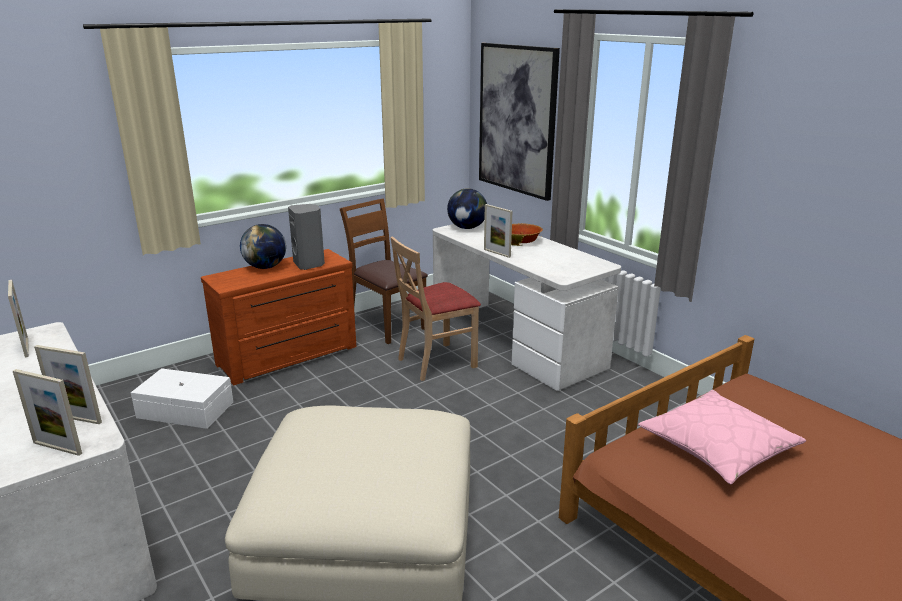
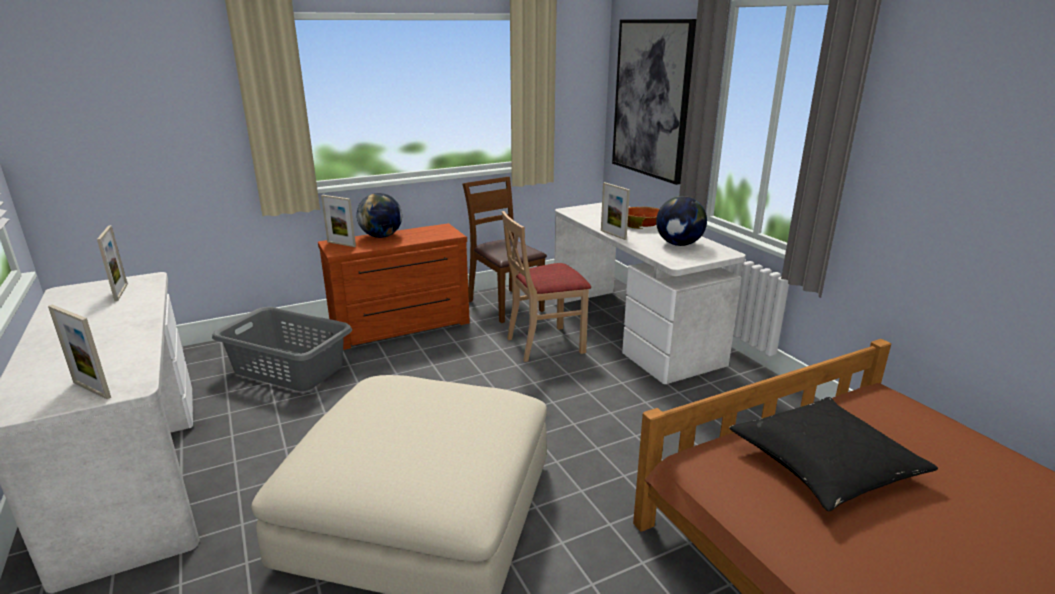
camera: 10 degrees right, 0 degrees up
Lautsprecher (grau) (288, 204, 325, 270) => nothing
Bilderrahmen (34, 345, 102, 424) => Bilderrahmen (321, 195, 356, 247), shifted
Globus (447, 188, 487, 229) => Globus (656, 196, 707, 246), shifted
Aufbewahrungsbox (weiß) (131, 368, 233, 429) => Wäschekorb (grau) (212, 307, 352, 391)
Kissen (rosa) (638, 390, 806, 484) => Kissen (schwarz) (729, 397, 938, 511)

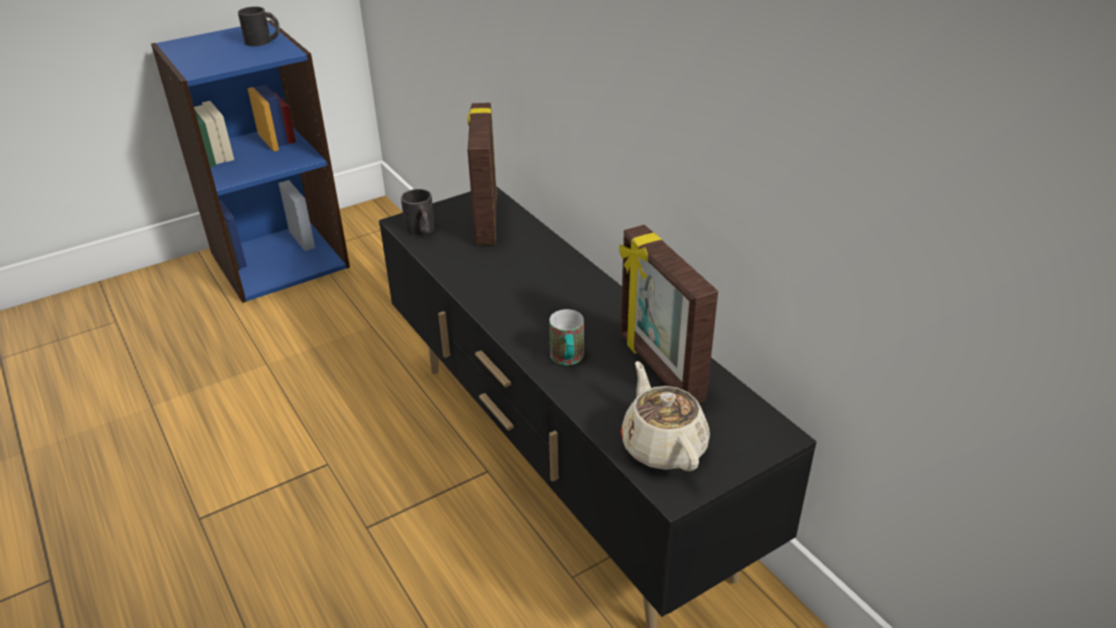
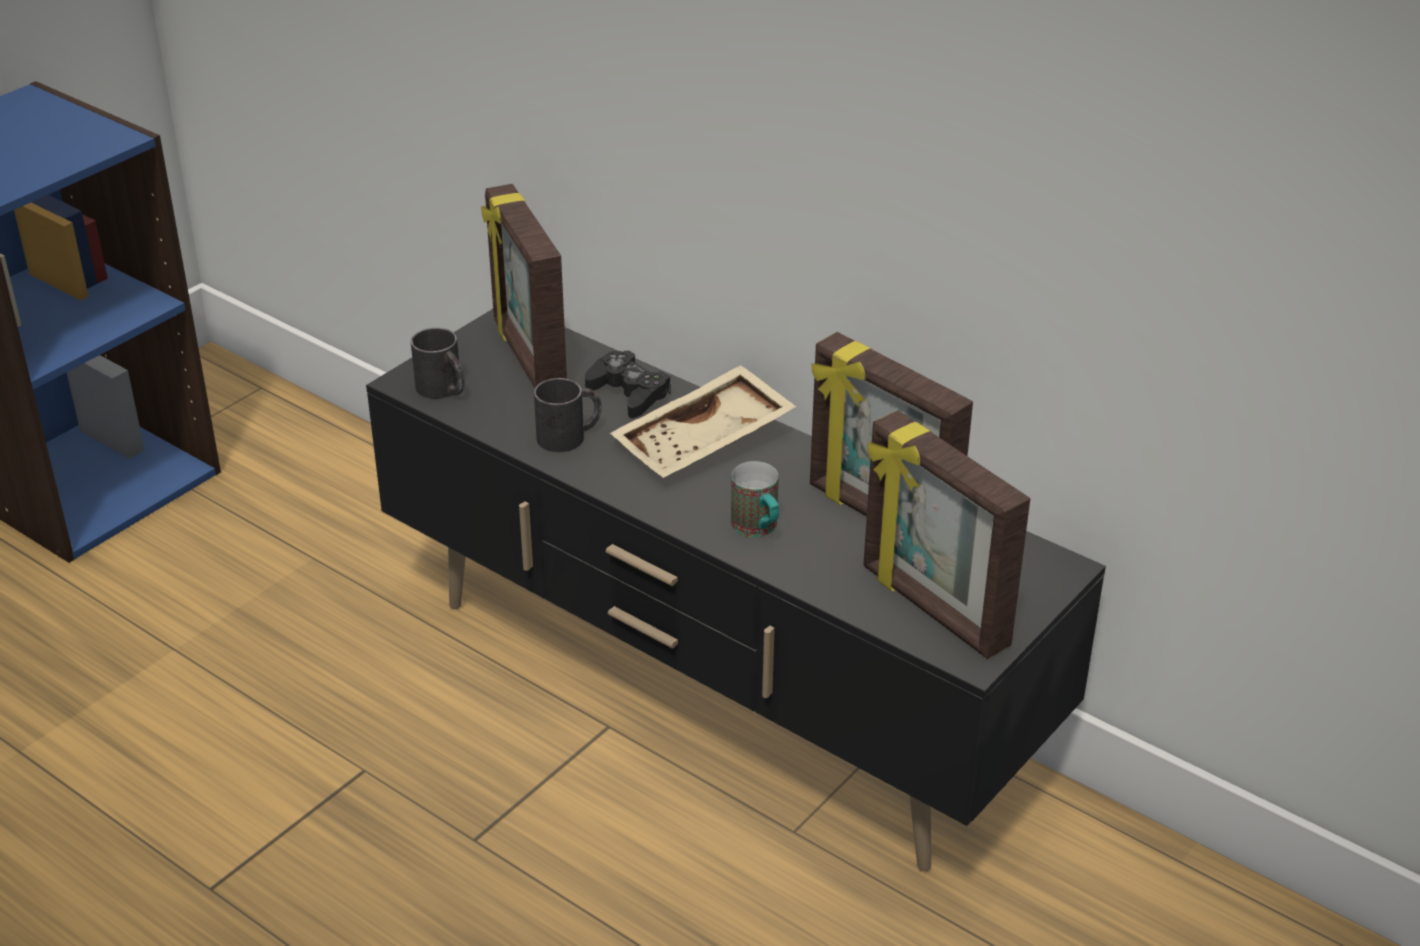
camera: 20 degrees left, 0 degrees up
nothing => Gamepad (schwarz) (585, 351, 671, 418)
nothing => Tablett (beige) (610, 365, 796, 478)
Henkelbecher (schwarz) (238, 7, 280, 46) => Henkelbecher (schwarz) (534, 378, 602, 452), shifted
Teekanne (beige) (620, 361, 710, 471) => Bilderrahmen (863, 410, 1030, 659)

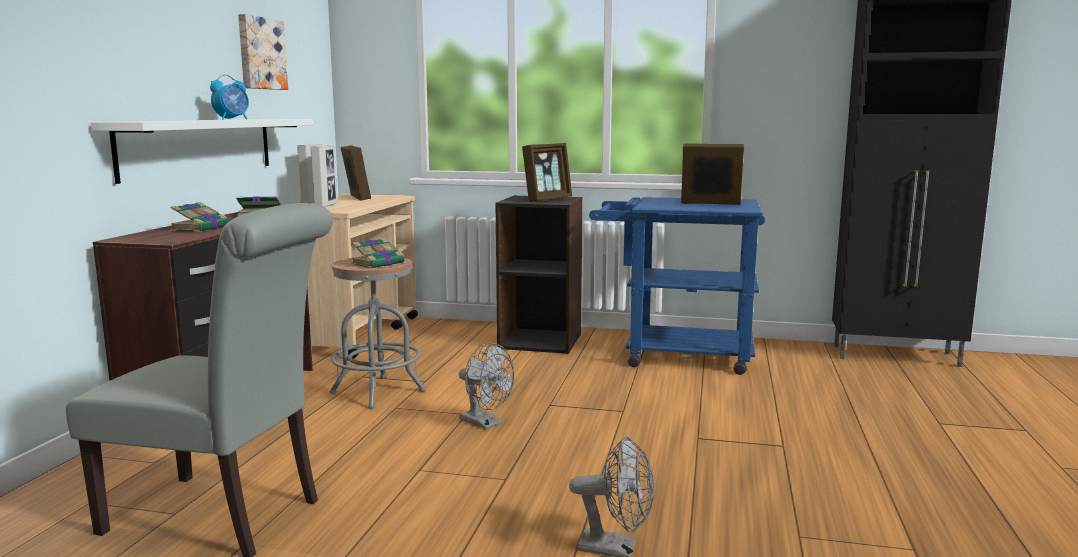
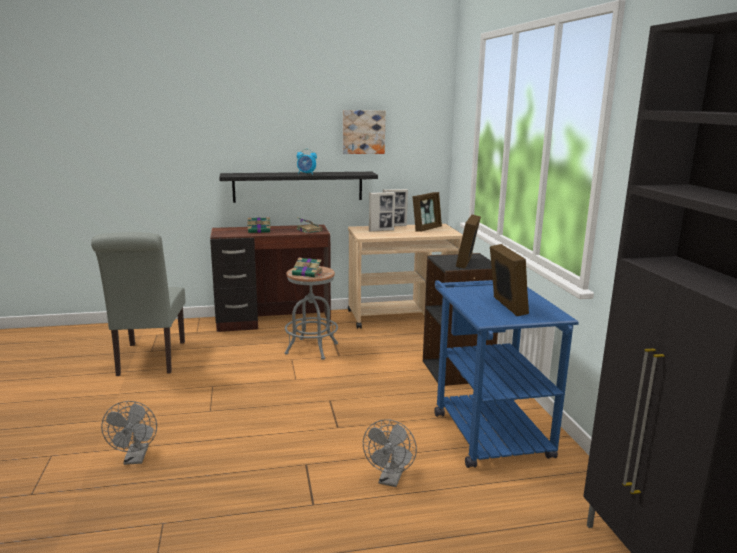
camera: 65 degrees right, 5 degrees up
Ventilator (grau) (459, 343, 514, 429) => Ventilator (grau) (363, 419, 417, 487), shifted
Wandregal (weiß) (91, 119, 313, 184) => Wandregal (schwarz) (219, 172, 378, 203)
Bilderrahmen (522, 143, 572, 202) => Bilderrahmen (456, 215, 481, 269), 90 degrees clockwise

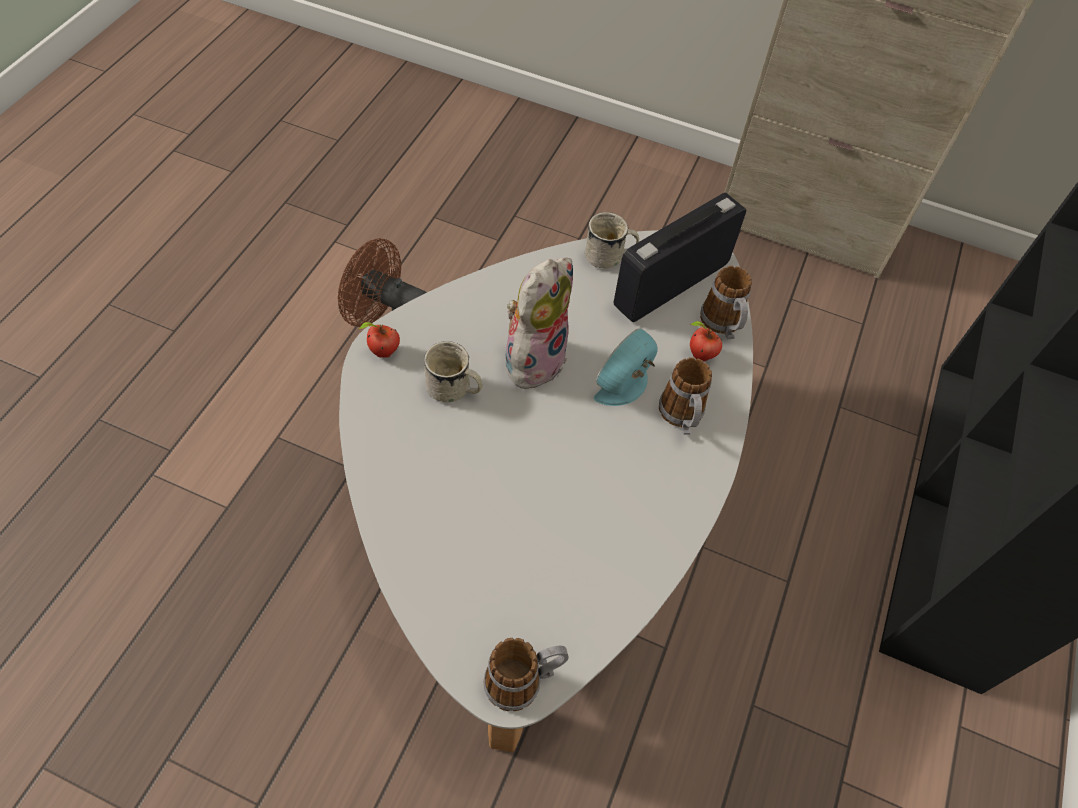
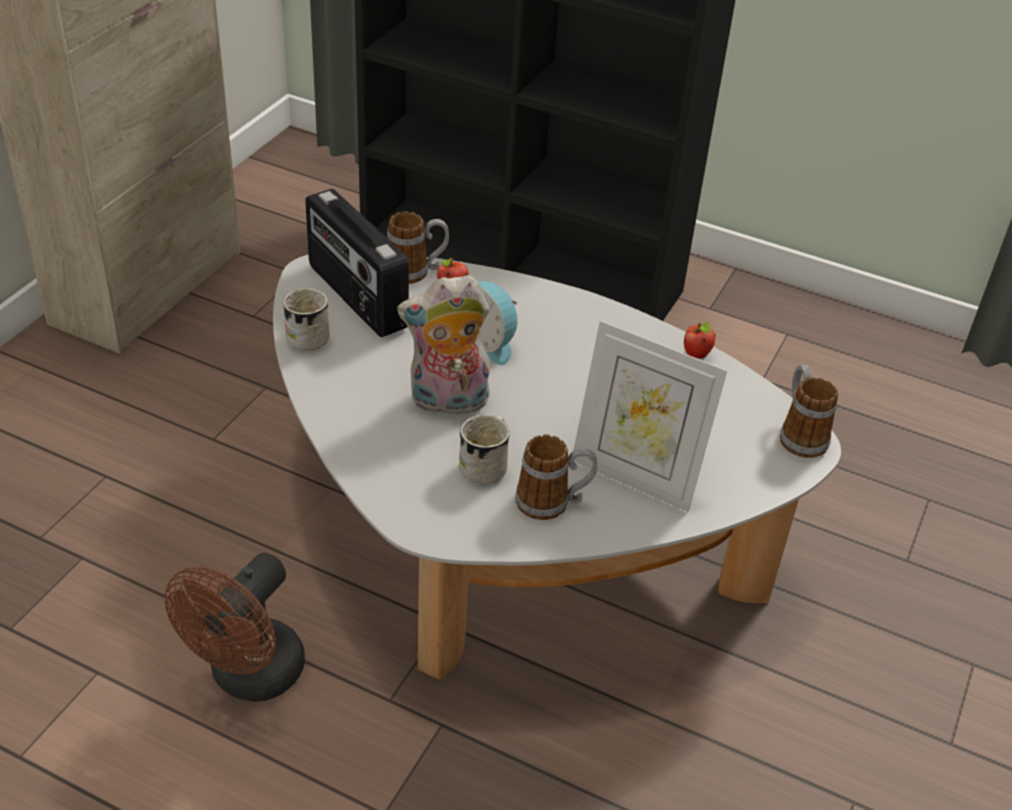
camera: 85 degrees left, 15 degrees down
nothing => Bilderrahmen (574, 320, 727, 512)
Apfel (359, 322, 400, 357) => Apfel (684, 322, 716, 358), shifted
Henkelbecher (659, 357, 712, 435) => Henkelbecher (515, 435, 597, 520), shifted
Plüschtier (499, 257, 573, 391) => Plüschtier (397, 275, 490, 419), 45 degrees counterclockwise

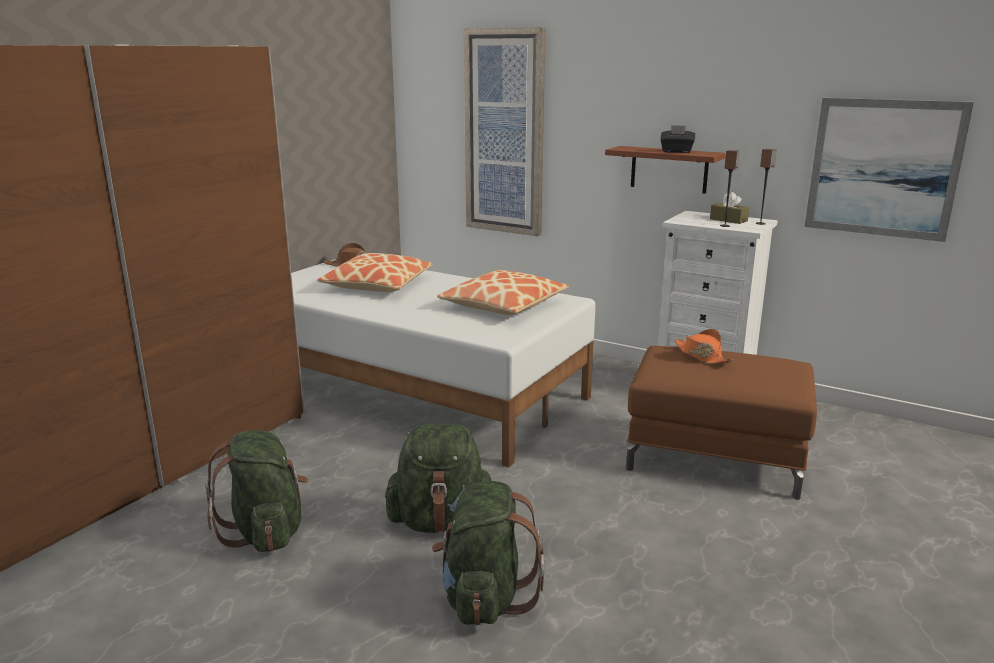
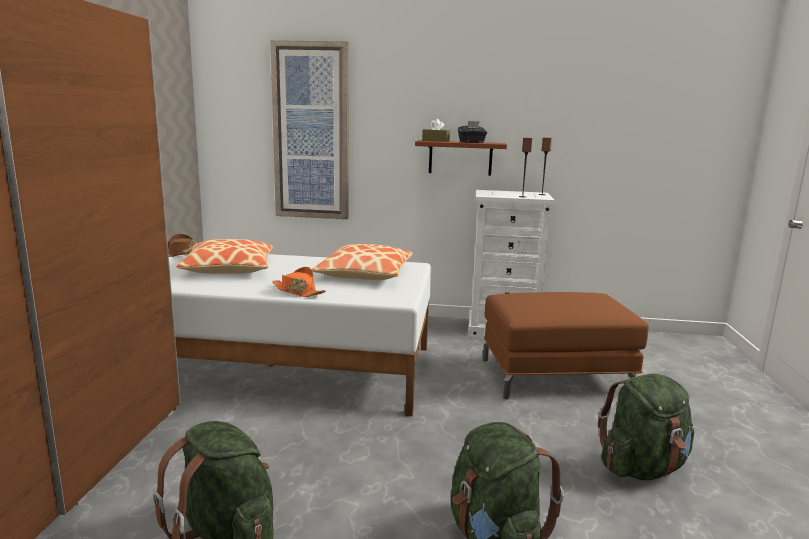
camera: 25 degrees left, 5 degrees down
Bild (805, 98, 974, 242) => nothing
Rucksack (grün) (385, 424, 492, 533) => Rucksack (grün) (598, 374, 694, 480), shifted
Hut (orange) (675, 329, 734, 364) => Hut (orange) (272, 267, 326, 297), shifted
Taschentuchbox (braun) (710, 192, 749, 224) => Taschentuchbox (braun) (422, 119, 450, 142), shifted

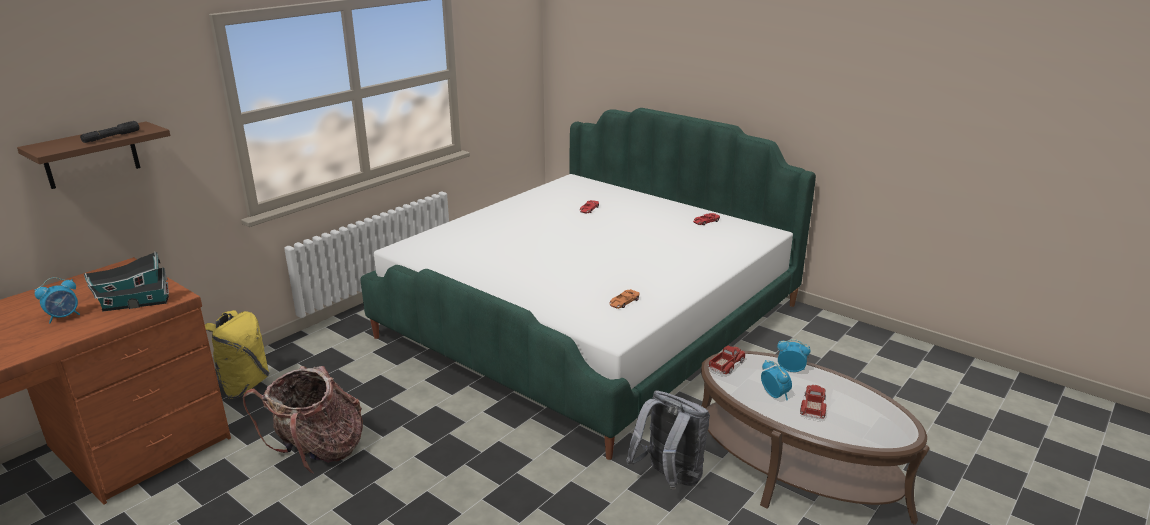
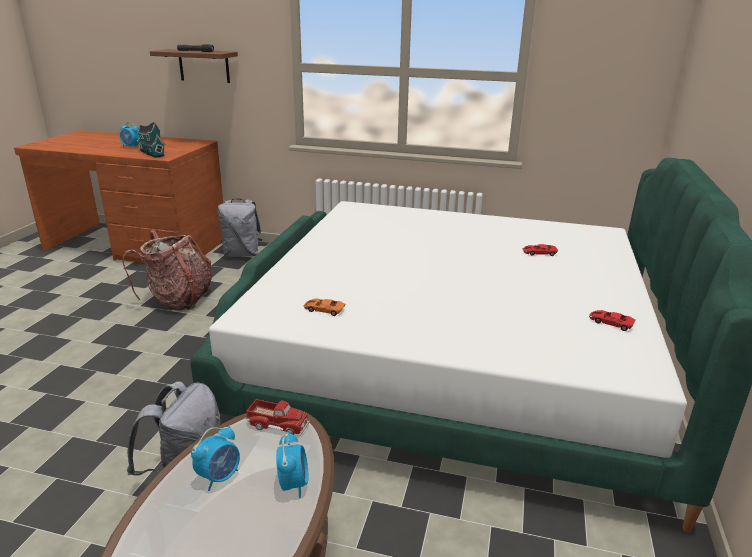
camera: 65 degrees right, 0 degrees up
Spielzeuglaster (800, 385, 826, 419) => nothing
Rucksack (gelb) (205, 310, 269, 399) => Rucksack (grau) (218, 198, 262, 257)

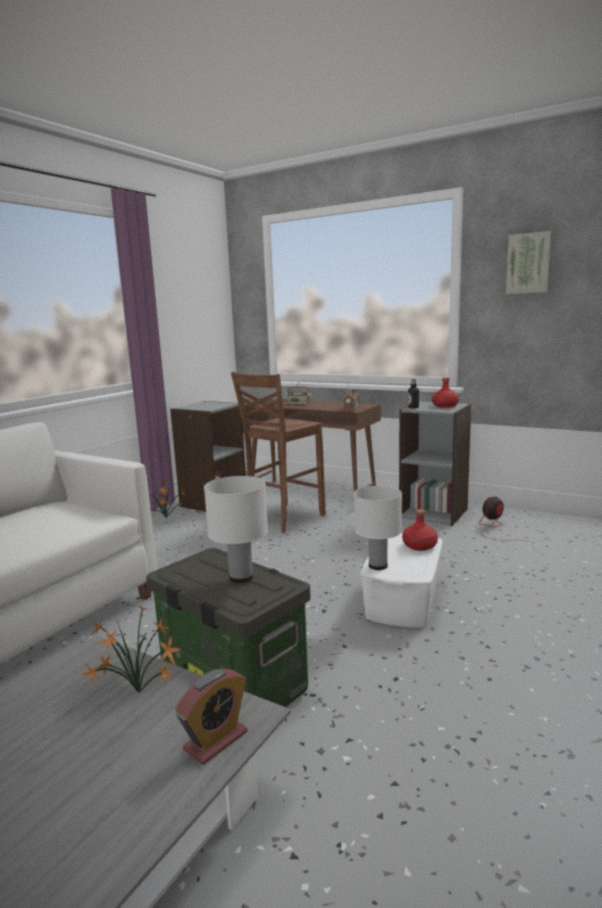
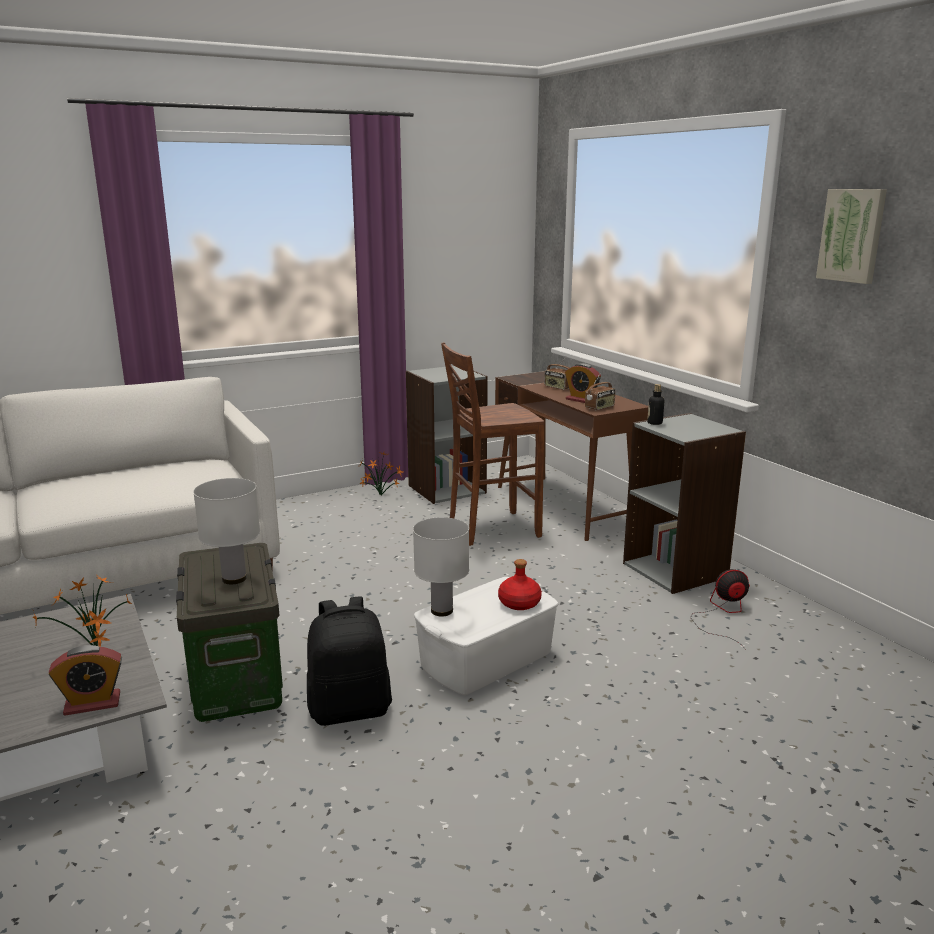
camera: 30 degrees right, 5 degrees up
Flasche (rot) (432, 378, 459, 408) => nothing
nothing => Rucksack (schwarz) (307, 596, 392, 726)
nothing => Wecker (565, 363, 601, 403)

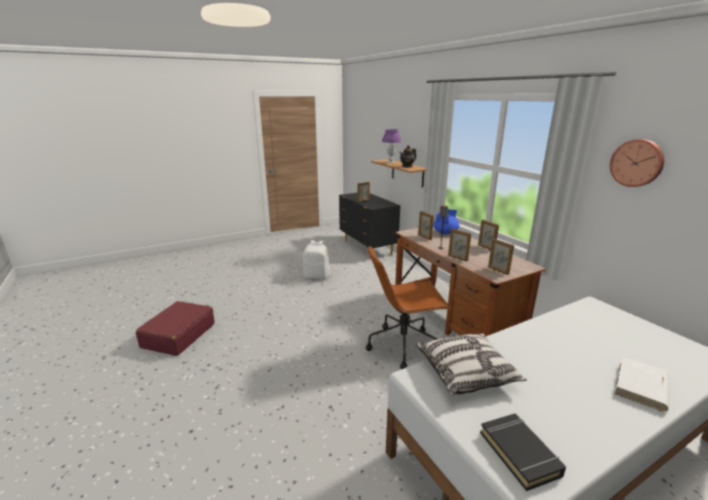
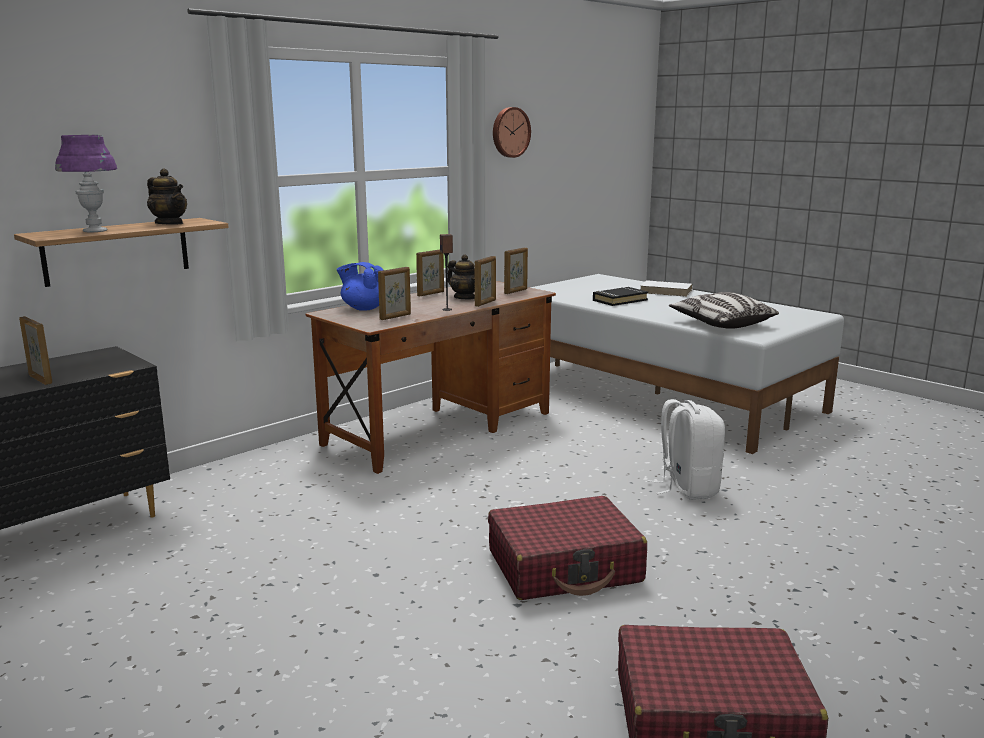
camera: 105 degrees left, 5 degrees down
Bürostuhl (braun) (366, 246, 452, 369) => nothing
nothing => Teekanne (448, 254, 475, 299)
nothing => Koffer (rot) (488, 496, 647, 600)
Rucksack (weiß) (303, 240, 330, 280) => Rucksack (weiß) (648, 399, 725, 500), shifted
Buch (schwarz) (480, 414, 566, 491) => Buch (schwarz) (593, 287, 648, 306), shifted

